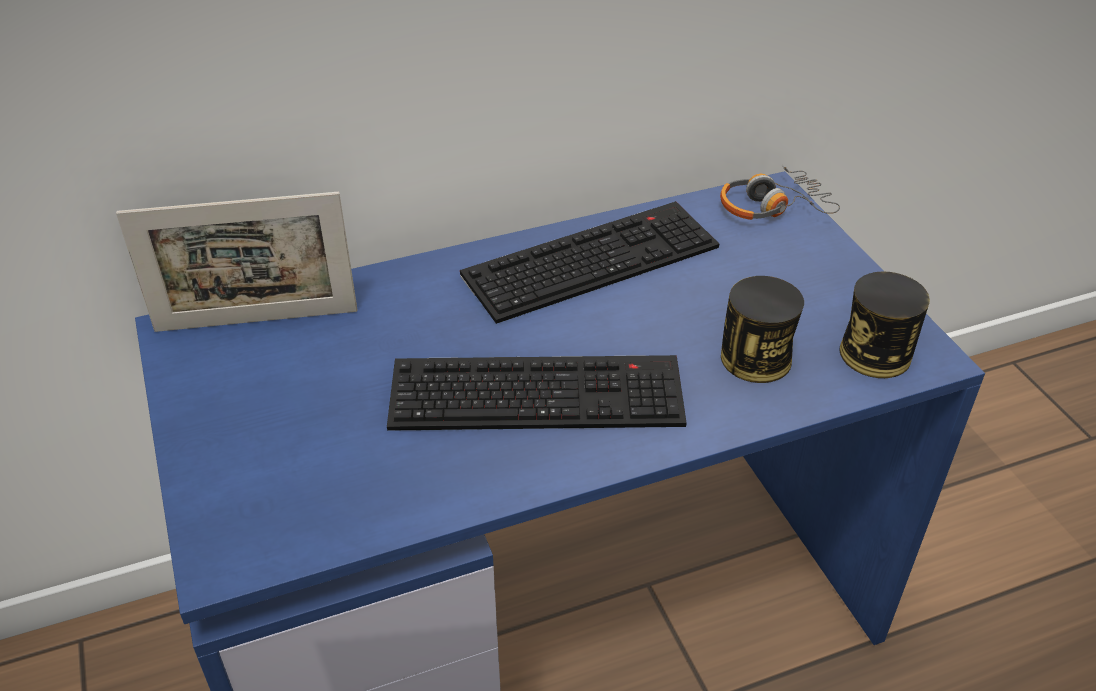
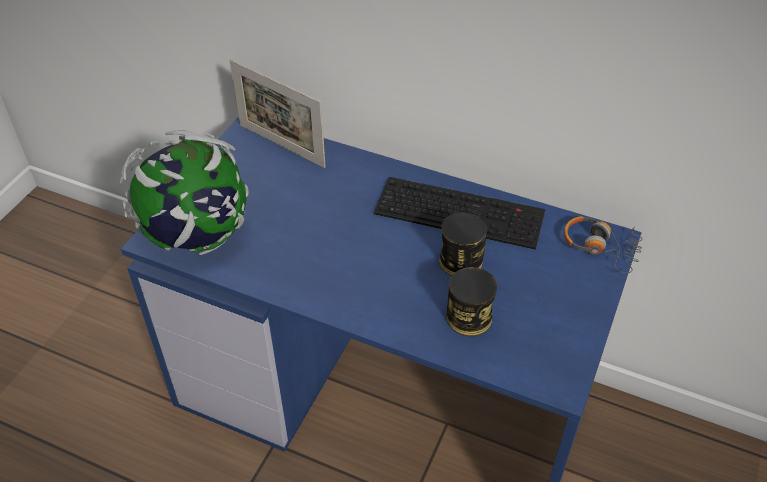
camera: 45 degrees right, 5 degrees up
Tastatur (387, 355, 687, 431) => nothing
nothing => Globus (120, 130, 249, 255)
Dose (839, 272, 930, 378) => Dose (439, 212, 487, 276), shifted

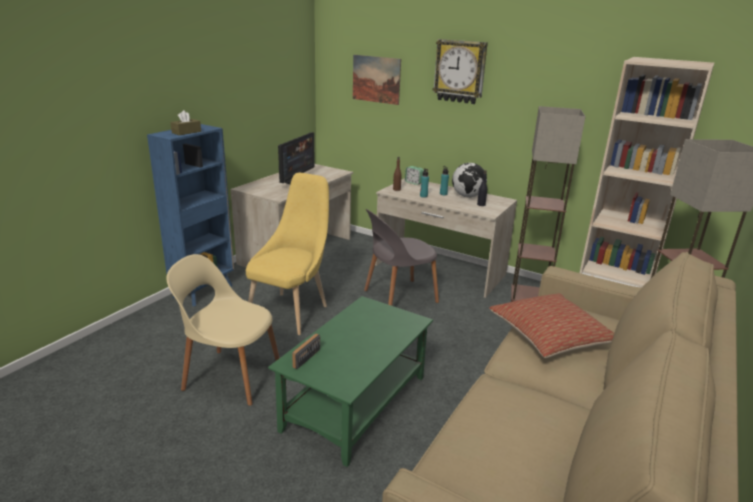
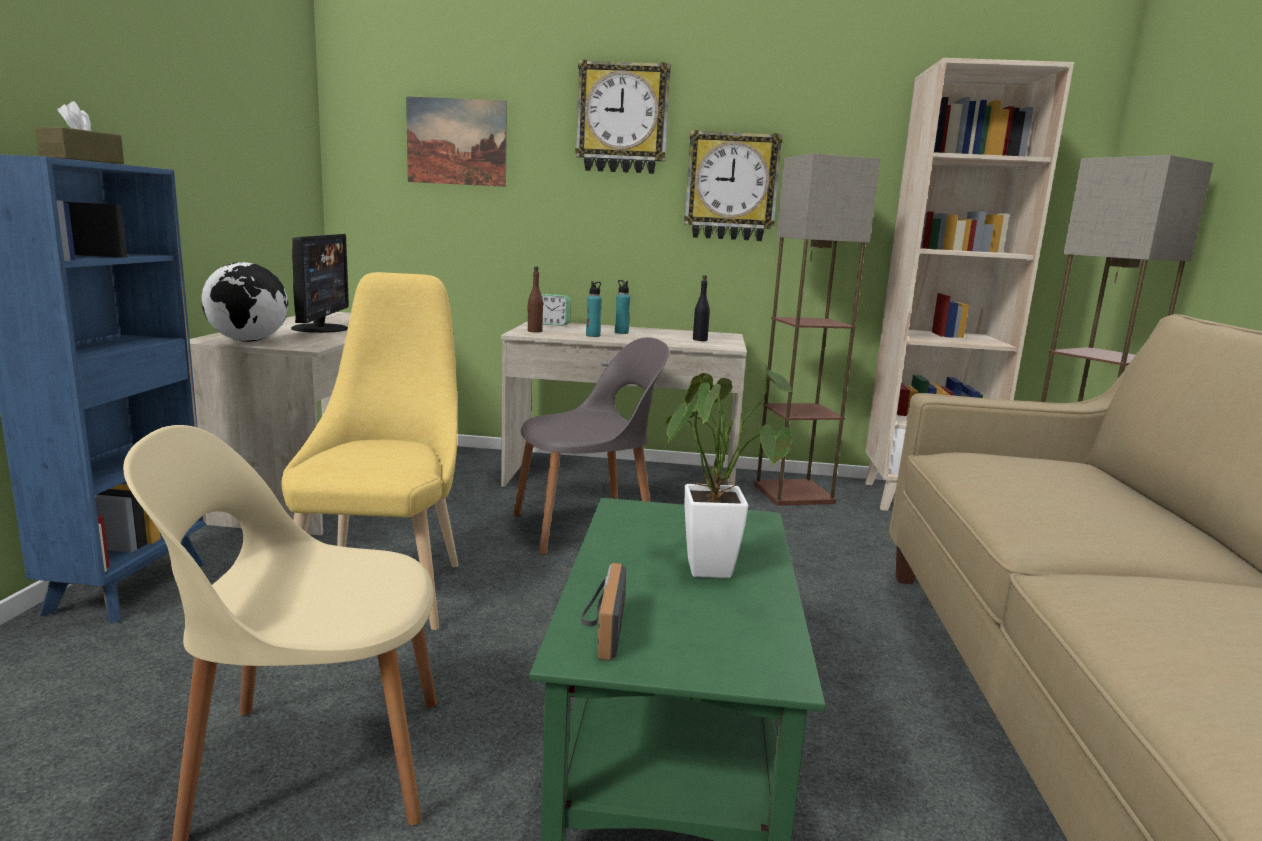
camera: 25 degrees left, 10 degrees down
Kissen (489, 293, 614, 358) => nothing
nothing => Topfpflanze (666, 364, 793, 578)
nothing => Wanduhr (684, 130, 783, 241)
Globus (452, 163, 487, 197) => Globus (201, 262, 288, 342), shifted
Stuhl (grau) (364, 209, 439, 306) => Stuhl (grau) (513, 337, 669, 555), 150 degrees counterclockwise

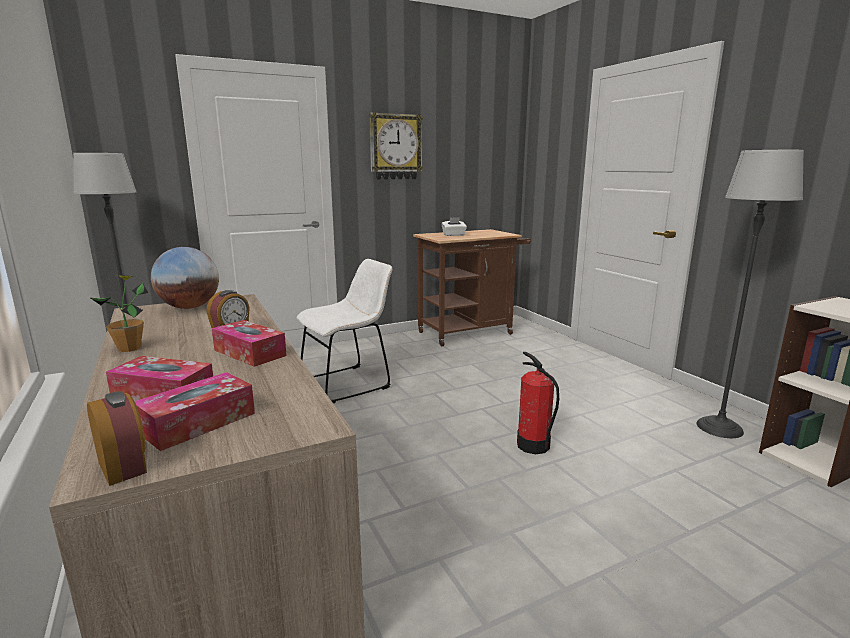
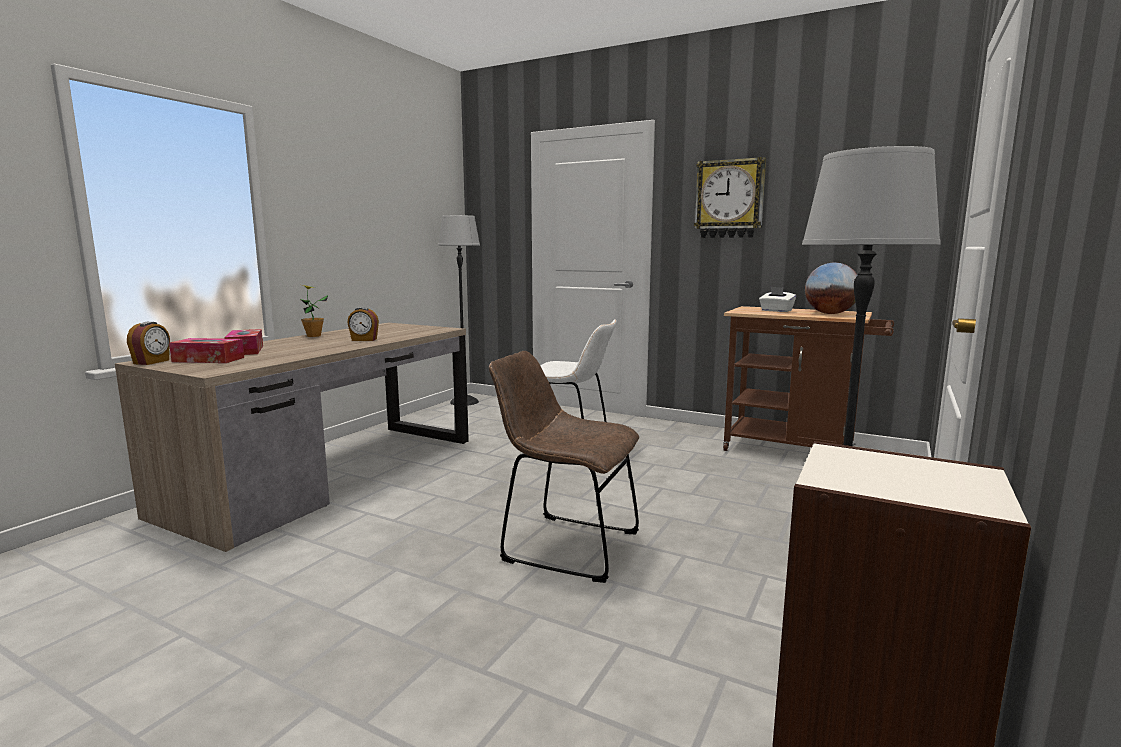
camera: 55 degrees right, 5 degrees down
Taschentuchbox (212, 320, 287, 367) => nothing
Globus (151, 247, 219, 309) => Globus (805, 263, 858, 314), shifted
Feuerlöscher (517, 352, 559, 454) => Stuhl (braun) (489, 351, 639, 583)

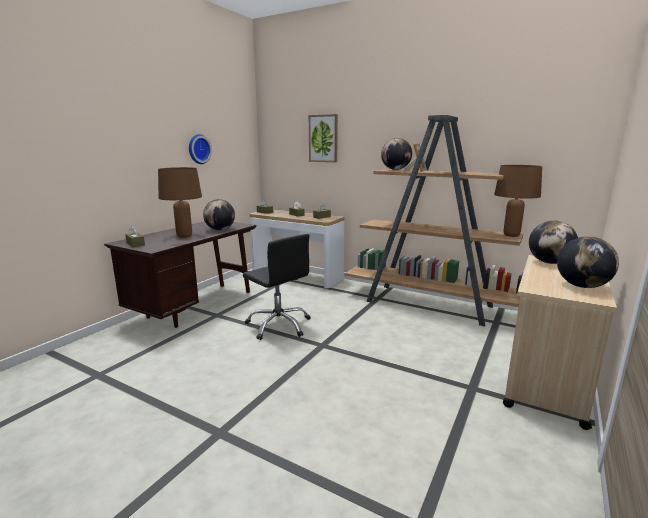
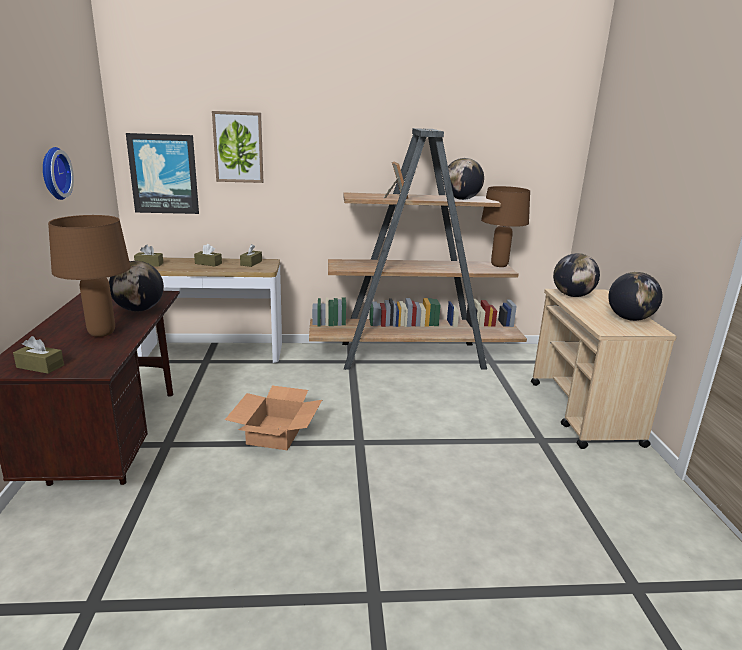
camera: 35 degrees left, 5 degrees up
nothing => Bild (126, 133, 199, 214)
Globus (381, 138, 412, 170) => Globus (448, 158, 484, 200), shifted
Bürostuhl (schwarz) (243, 234, 311, 340) => Karton (225, 386, 322, 450)

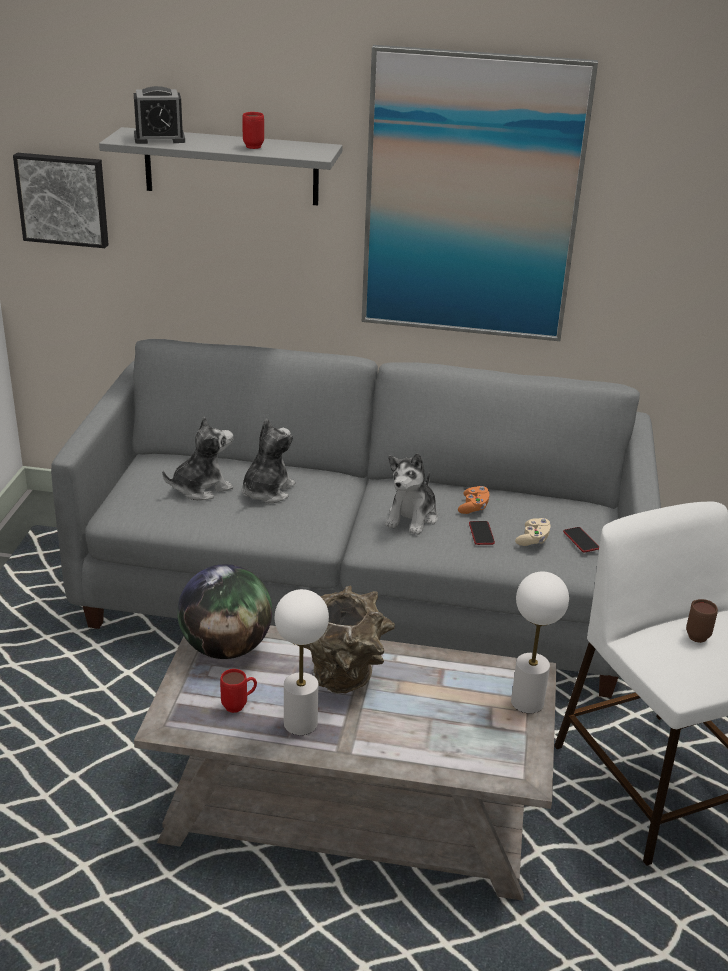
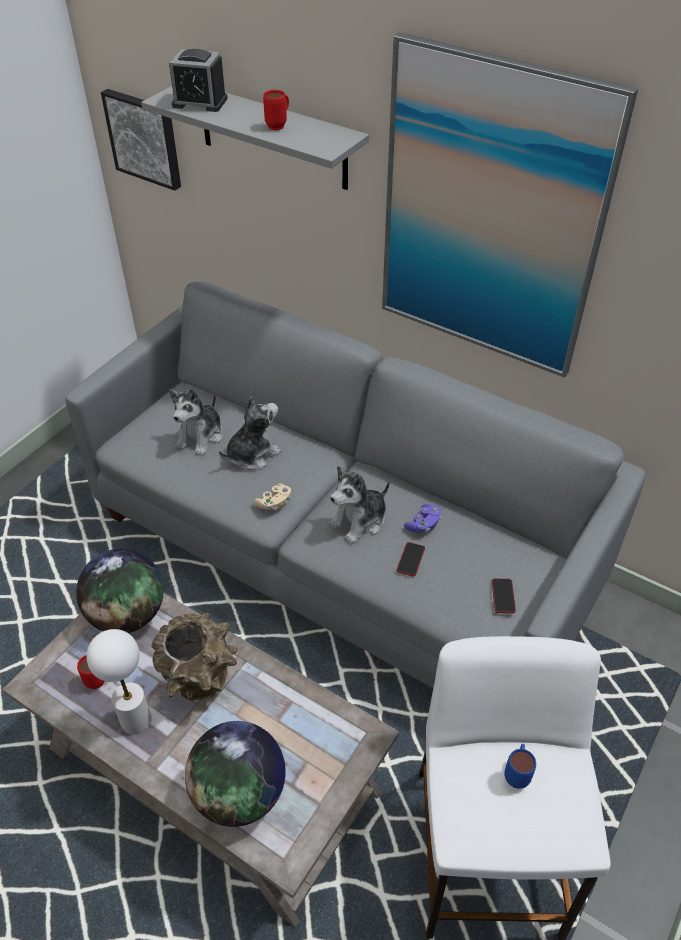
camera: 25 degrees right, 15 degrees up
Tischlampe (weiß) (511, 572, 569, 713) => nothing
nothing => Globus (185, 721, 286, 827)
Gamepad (beige) (515, 518, 551, 546) => Gamepad (beige) (254, 484, 291, 510), shifted
Gamepad (orange) (458, 486, 489, 514) => Gamepad (lila) (404, 504, 441, 533)
Henkelbecher (braun) (686, 599, 718, 643) => Henkelbecher (blau) (504, 744, 536, 789)
Plüschtier (162, 416, 233, 500) => Plüschtier (169, 389, 223, 456), 120 degrees clockwise

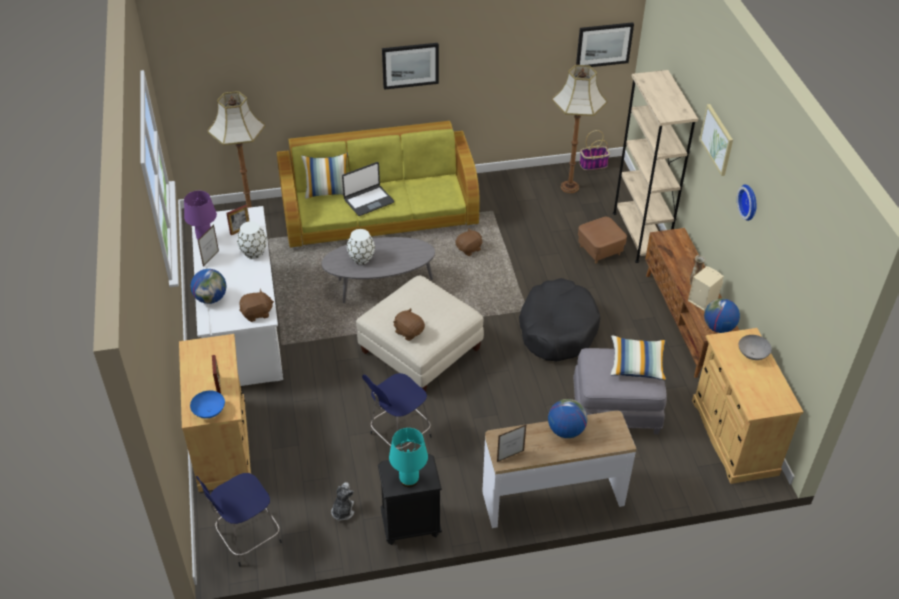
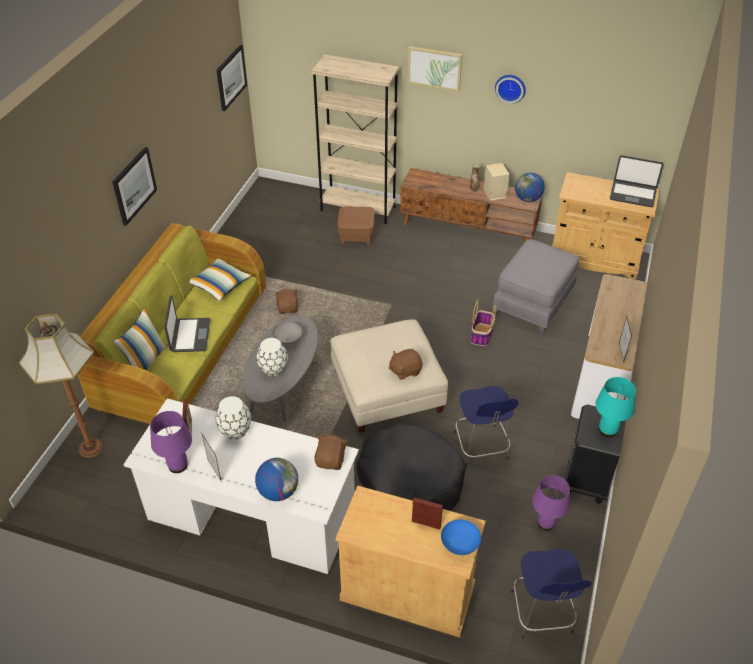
camera: 60 degrees left, 0 degrees up
Globus (548, 399, 587, 438) => nothing
Stehlampe (552, 65, 607, 193) => nothing
nothing => Laptop (610, 155, 663, 207)
Hundebett (schwarz) (519, 278, 600, 361) => Hundebett (schwarz) (356, 424, 466, 511), shifted
Korb (579, 130, 610, 170) => Korb (471, 300, 497, 346), shifted
Kissen (611, 335, 667, 380) => Kissen (190, 259, 252, 301), shifted
Schüssel (grau) (739, 335, 772, 360) => Schüssel (grau) (272, 322, 302, 345), shifted
Plüschtier (331, 482, 354, 521) => Tischlampe (lila) (532, 475, 570, 531)

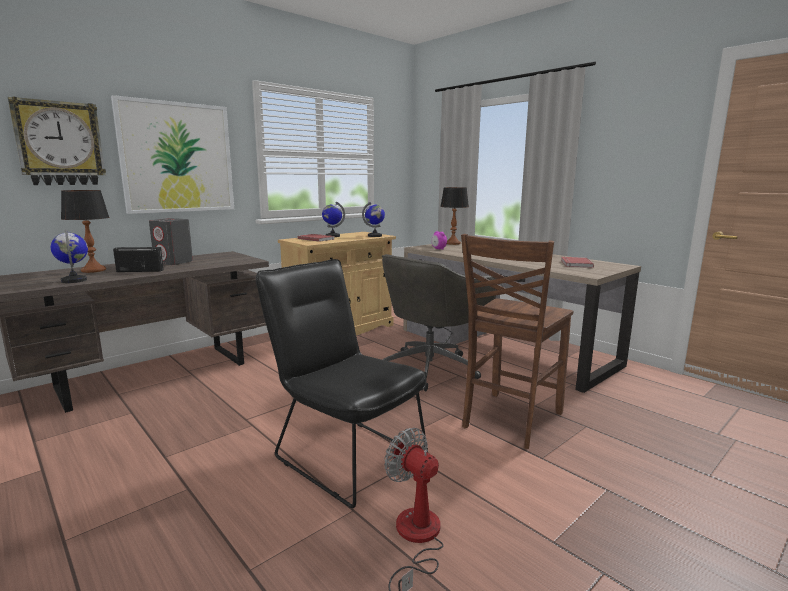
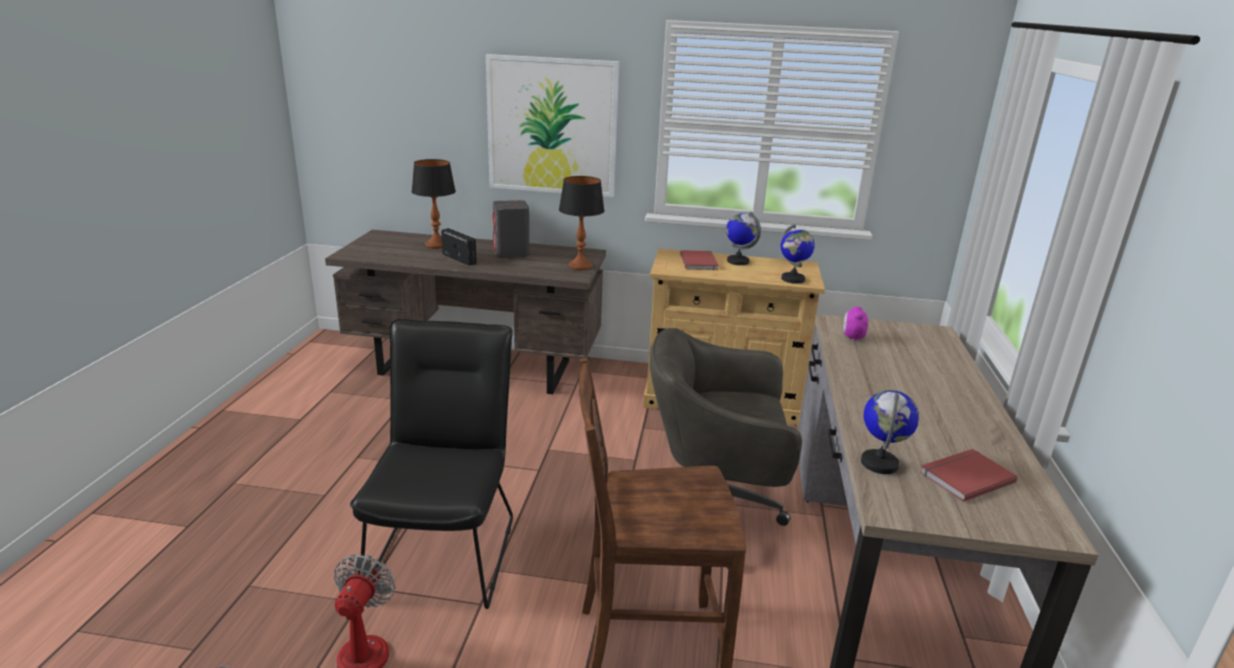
camera: 50 degrees right, 10 degrees up
Wanduhr (8, 97, 106, 185) => nothing
Globus (51, 229, 88, 283) => Globus (861, 390, 919, 474), shifted
Tischlampe (440, 187, 469, 245) => Tischlampe (559, 176, 605, 270), shifted

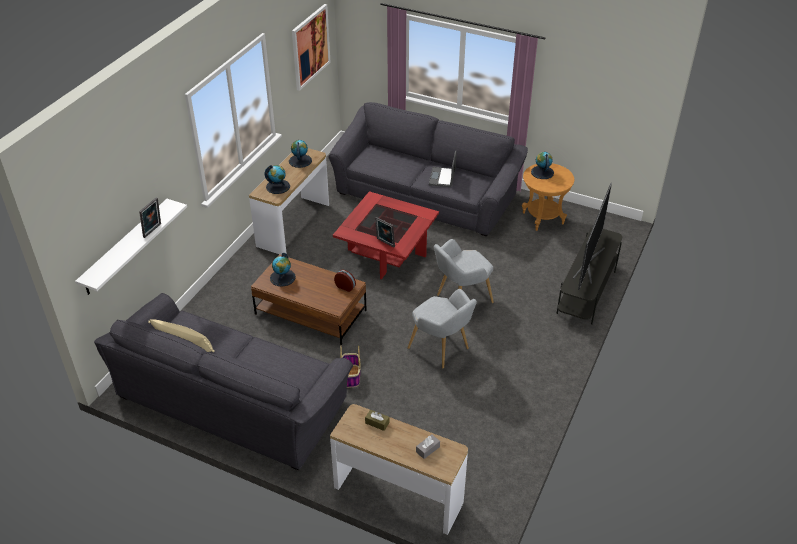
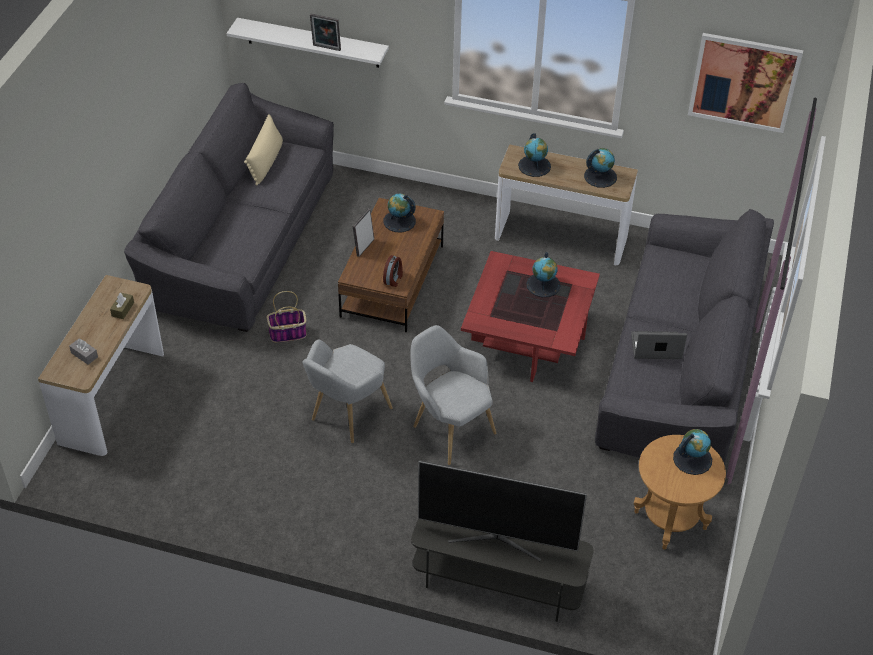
camera: 80 degrees right, 5 degrees up
nothing => Globus (526, 252, 561, 297)
Bilderrahmen (375, 217, 395, 247) => Bilderrahmen (352, 209, 374, 257), shifted

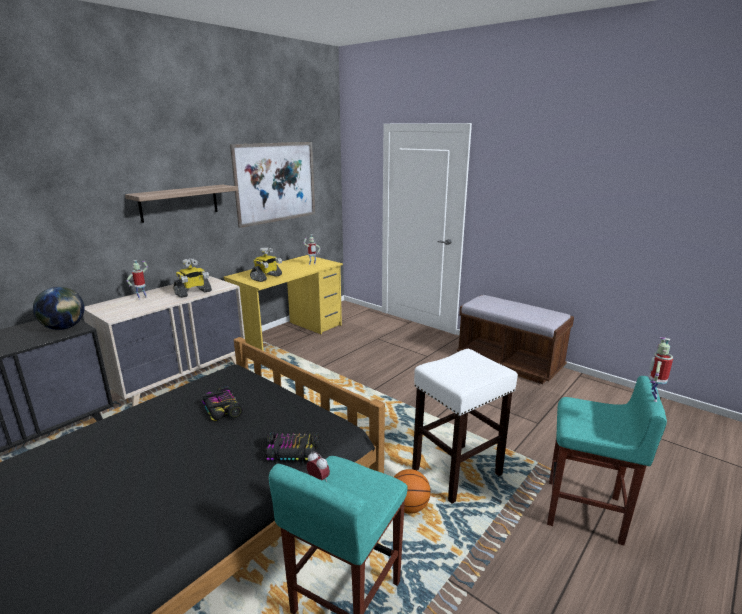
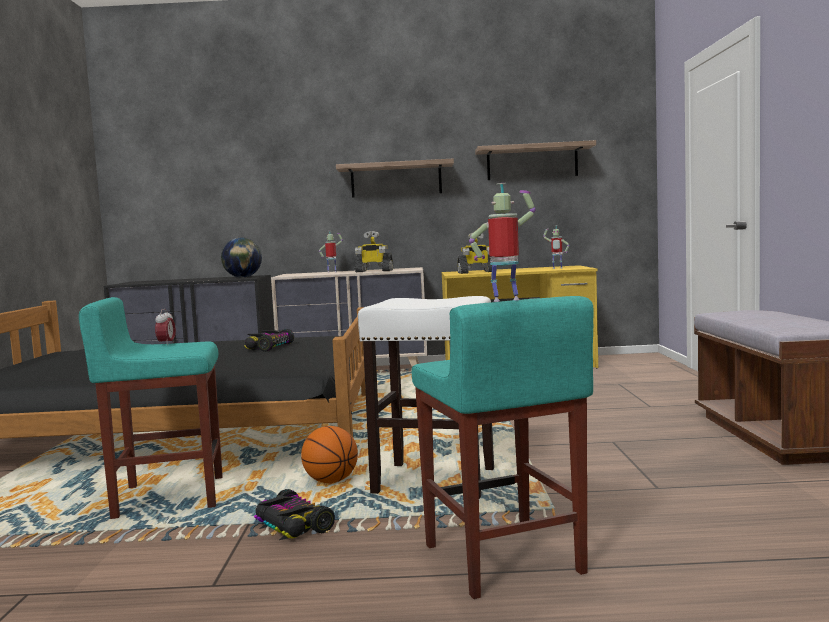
camera: 50 degrees right, 15 degrees down
Spielzeugauto (265, 432, 319, 465) => Spielzeugauto (254, 489, 335, 540), shifted
Bild (230, 142, 315, 228) => Wandregal (475, 140, 596, 180)

